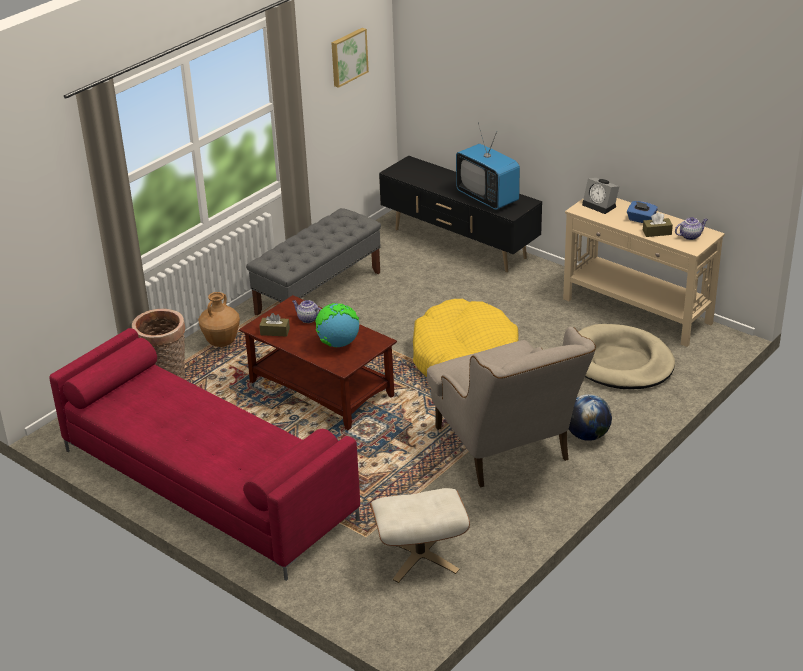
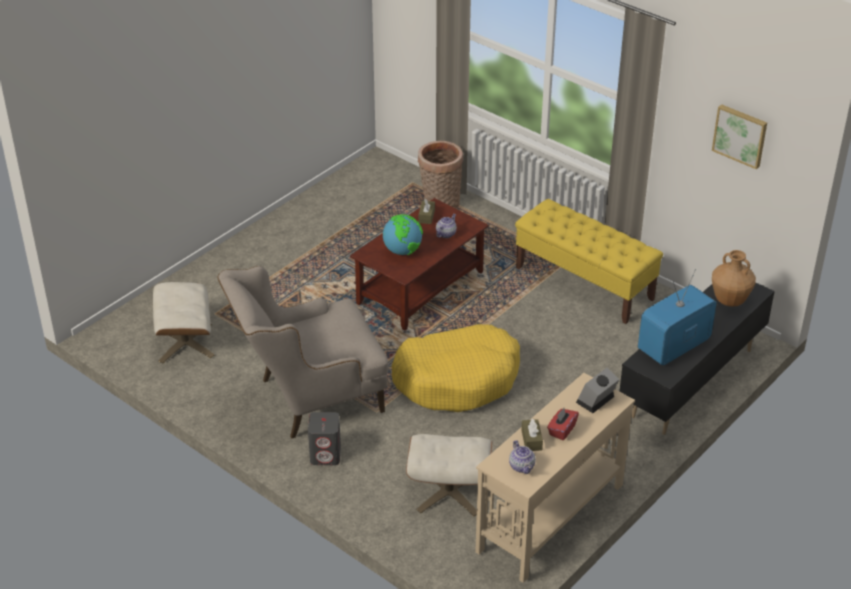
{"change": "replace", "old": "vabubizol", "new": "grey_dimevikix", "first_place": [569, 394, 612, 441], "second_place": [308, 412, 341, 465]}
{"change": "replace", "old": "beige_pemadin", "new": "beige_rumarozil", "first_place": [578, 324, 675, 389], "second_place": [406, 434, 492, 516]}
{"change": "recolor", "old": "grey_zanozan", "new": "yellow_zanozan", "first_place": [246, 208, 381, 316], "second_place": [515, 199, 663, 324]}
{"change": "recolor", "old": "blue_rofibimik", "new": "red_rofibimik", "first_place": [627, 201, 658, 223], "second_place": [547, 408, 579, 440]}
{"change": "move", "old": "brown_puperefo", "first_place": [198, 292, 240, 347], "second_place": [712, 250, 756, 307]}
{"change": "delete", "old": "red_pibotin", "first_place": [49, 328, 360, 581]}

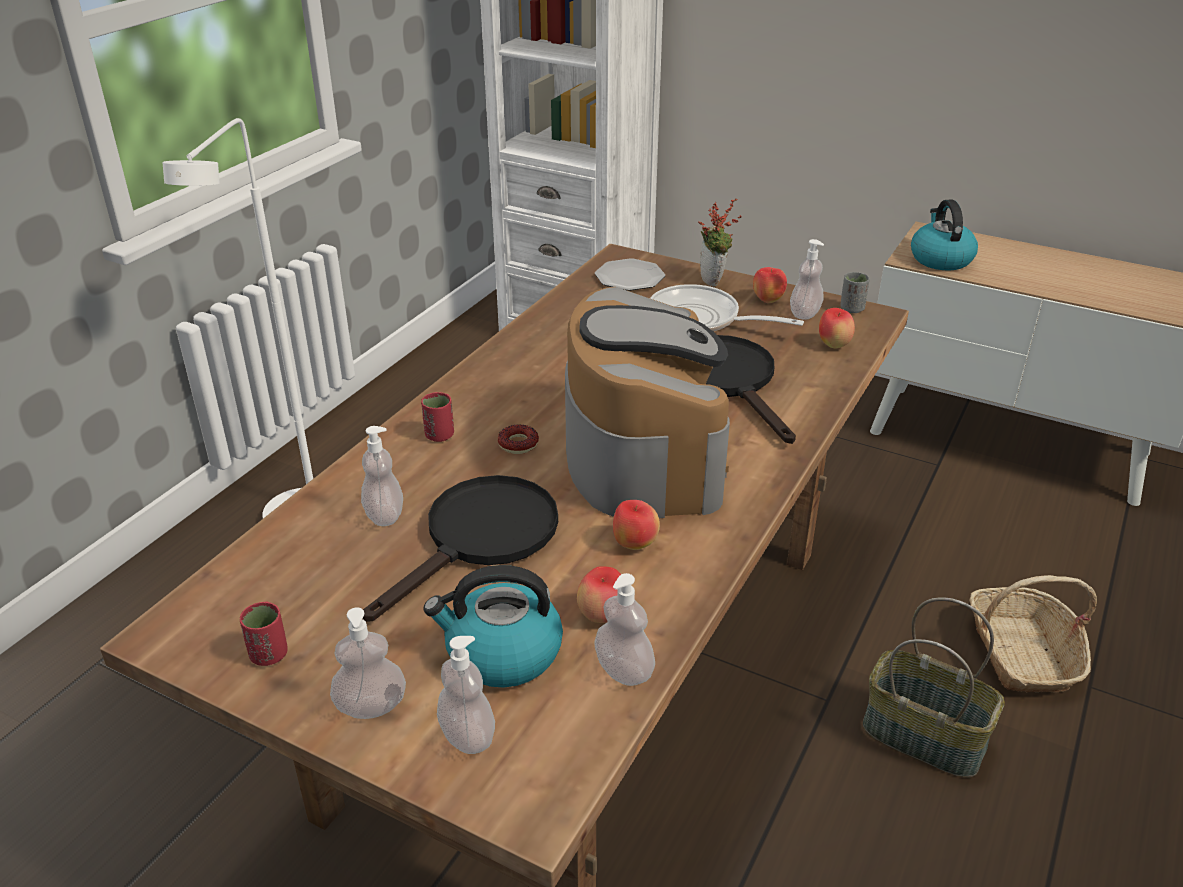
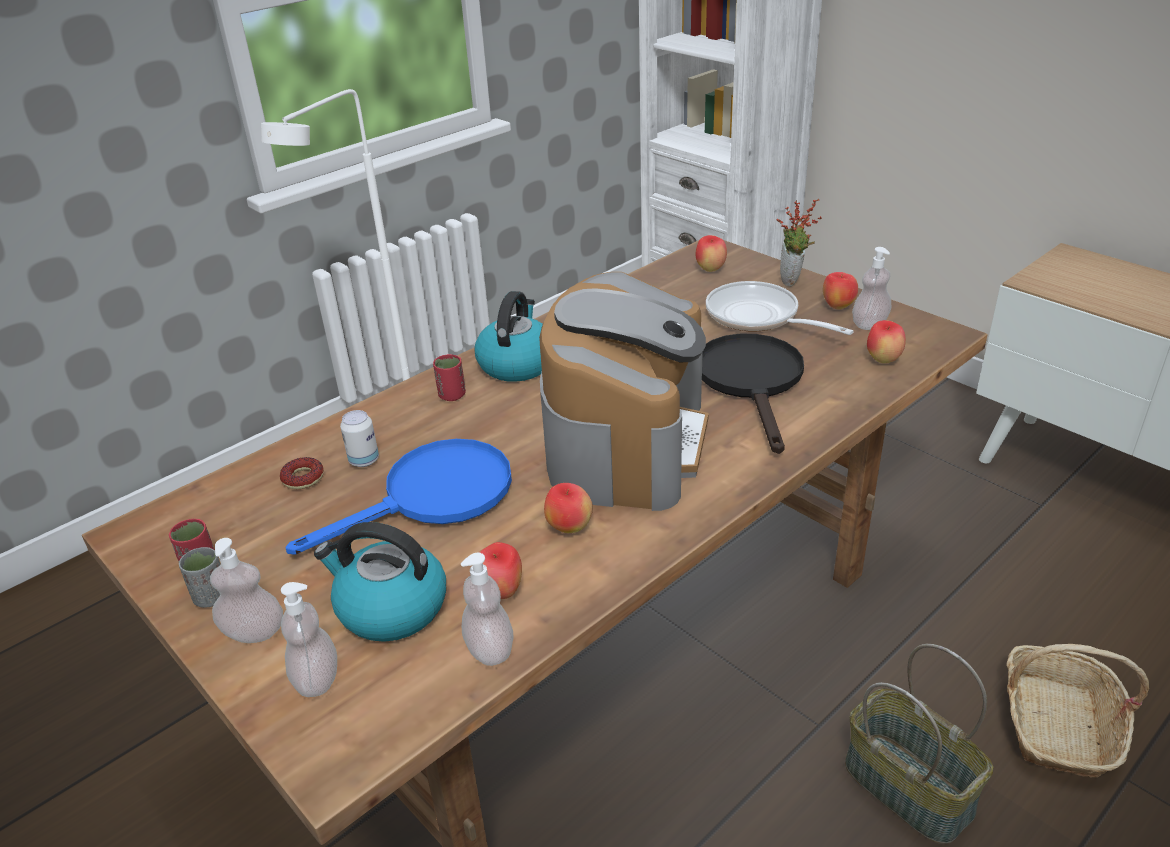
{"change": "move", "old": "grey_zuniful", "first_place": [841, 272, 870, 313], "second_place": [179, 547, 221, 608]}
{"change": "move", "old": "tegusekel", "first_place": [498, 425, 539, 454], "second_place": [280, 457, 324, 489]}
{"change": "recolor", "old": "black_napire", "new": "blue_napire", "first_place": [363, 475, 558, 622], "second_place": [286, 439, 512, 555]}
{"change": "replace", "old": "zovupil", "new": "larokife", "first_place": [361, 426, 403, 526], "second_place": [340, 410, 379, 467]}
{"change": "move", "old": "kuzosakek", "first_place": [911, 200, 978, 271], "second_place": [474, 291, 543, 382]}
{"change": "replace", "old": "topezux", "new": "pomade", "first_place": [595, 258, 665, 291], "second_place": [696, 235, 727, 272]}

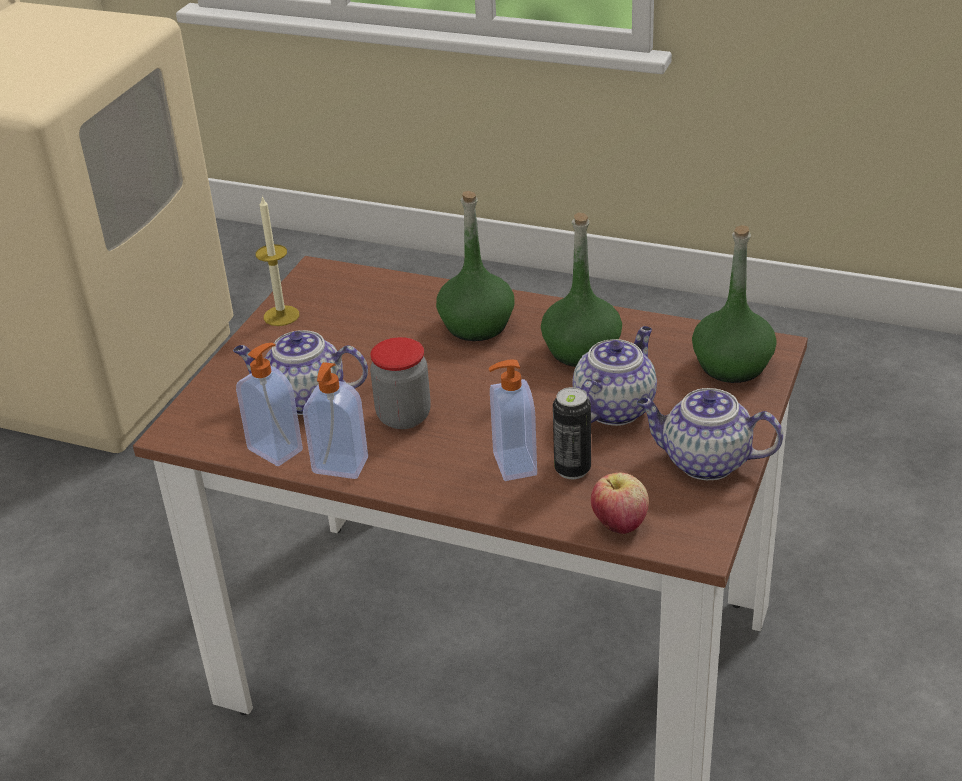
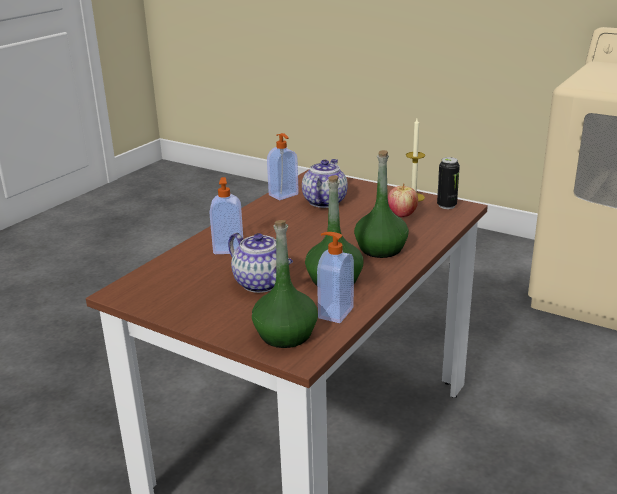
{"change": "move", "old": "zovupil", "first_place": [303, 362, 368, 479], "second_place": [317, 232, 354, 323]}
{"change": "move", "old": "pomade", "first_place": [591, 473, 649, 534], "second_place": [388, 183, 418, 217]}
{"change": "move", "old": "larokife", "first_place": [553, 387, 591, 479], "second_place": [437, 157, 460, 209]}
{"change": "delete", "old": "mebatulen", "first_place": [370, 337, 431, 429]}
{"change": "delete", "old": "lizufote", "first_place": [637, 388, 783, 480]}

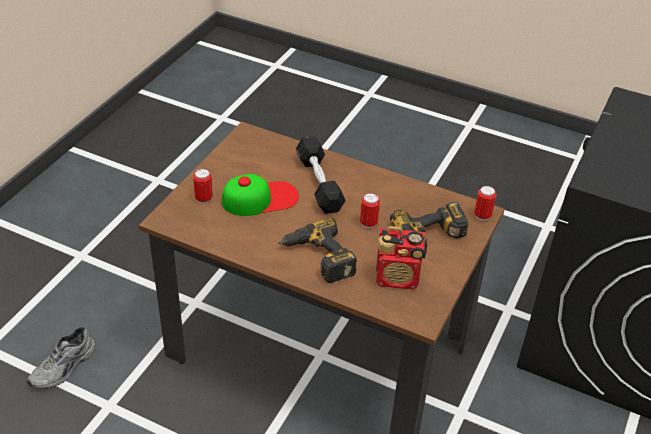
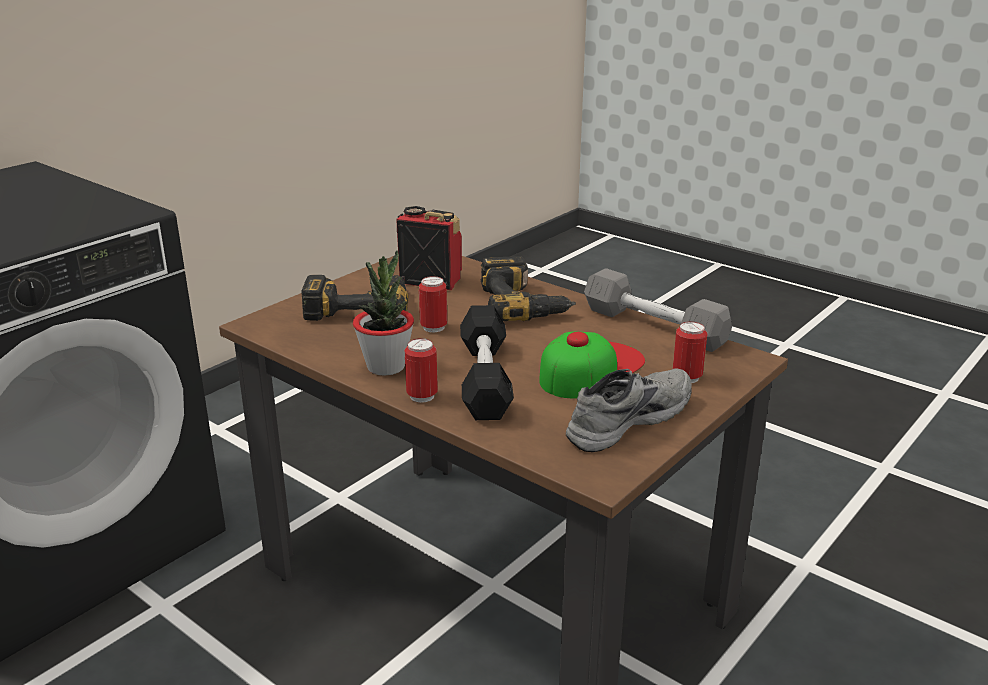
{"change": "insert", "new": "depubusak", "second_place": [353, 250, 414, 376]}
{"change": "move", "old": "larokife", "first_place": [474, 186, 496, 221], "second_place": [405, 338, 438, 403]}
{"change": "rotate", "old": "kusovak", "first_place": [222, 174, 299, 216], "second_place": [539, 332, 645, 398], "degrees": 135}
{"change": "move", "old": "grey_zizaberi", "first_place": [27, 327, 96, 389], "second_place": [566, 368, 692, 452]}
{"change": "insert", "new": "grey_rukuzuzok", "second_place": [584, 268, 732, 352]}

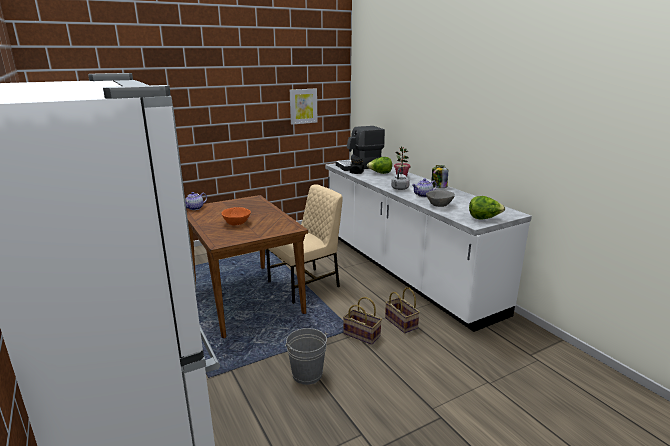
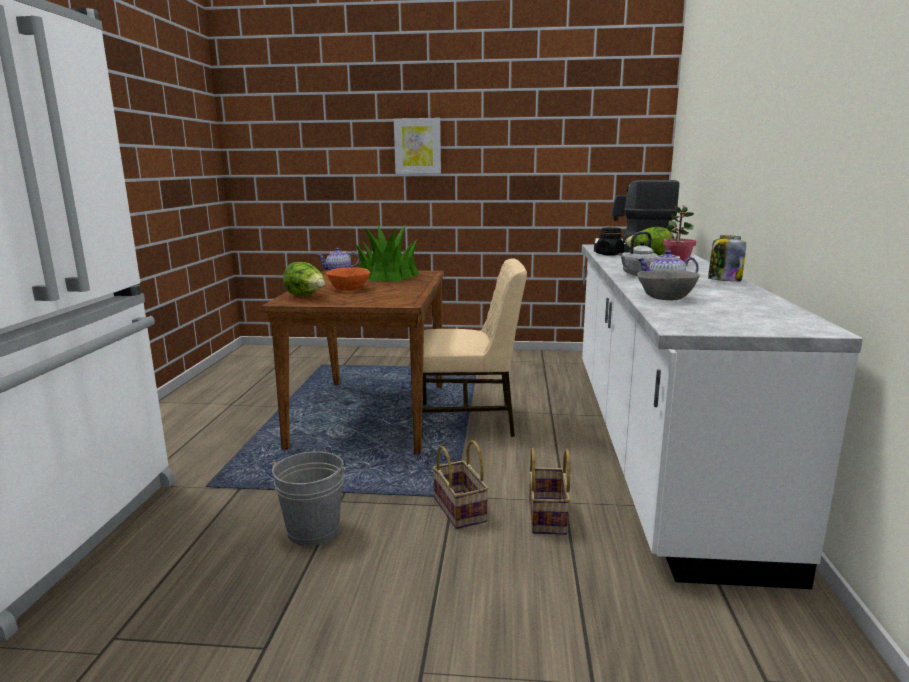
{"change": "move", "old": "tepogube", "first_place": [469, 196, 505, 220], "second_place": [283, 262, 325, 296]}
{"change": "insert", "new": "depubusak", "second_place": [355, 225, 419, 282]}
{"change": "move", "old": "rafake", "first_place": [290, 89, 317, 125], "second_place": [394, 118, 441, 174]}

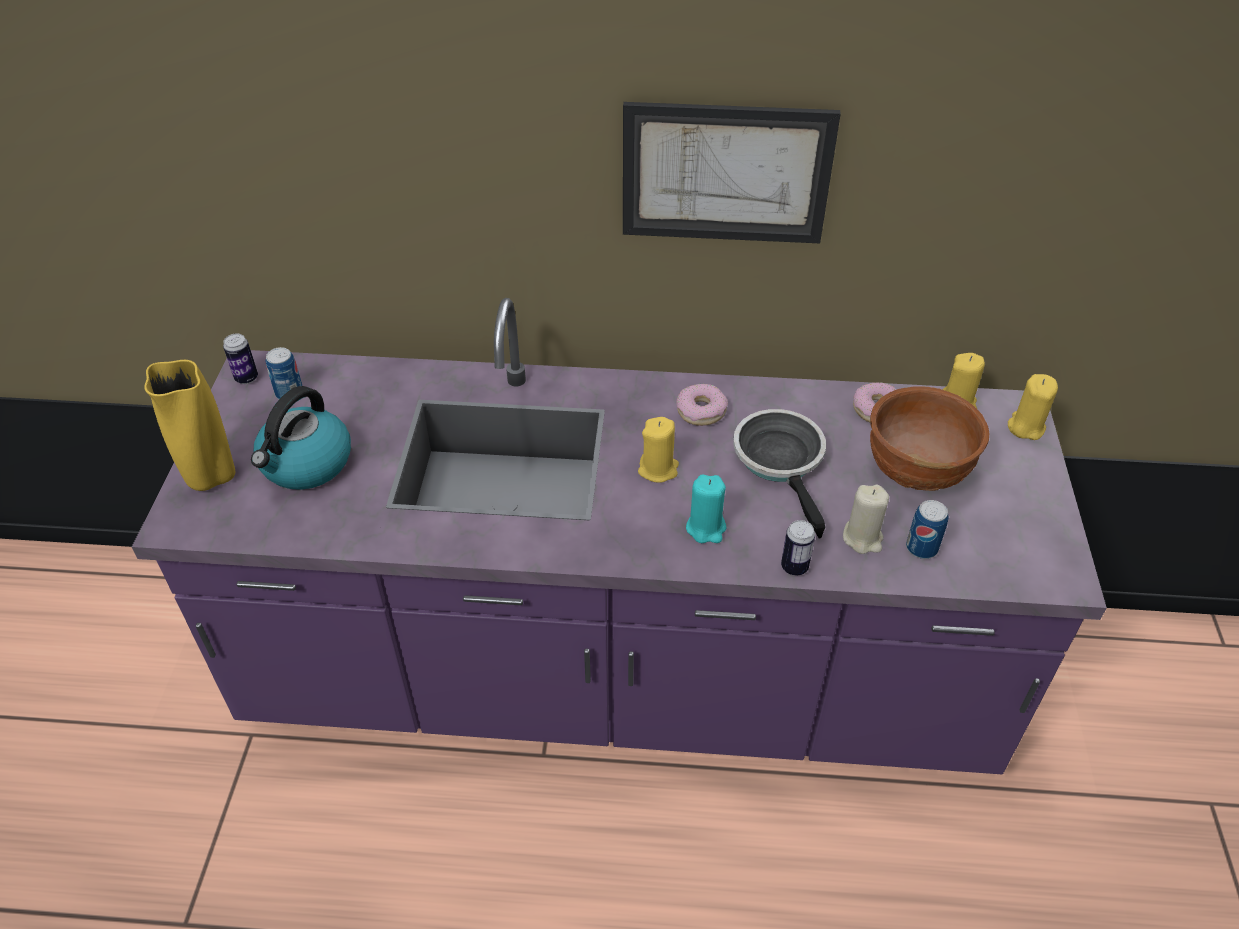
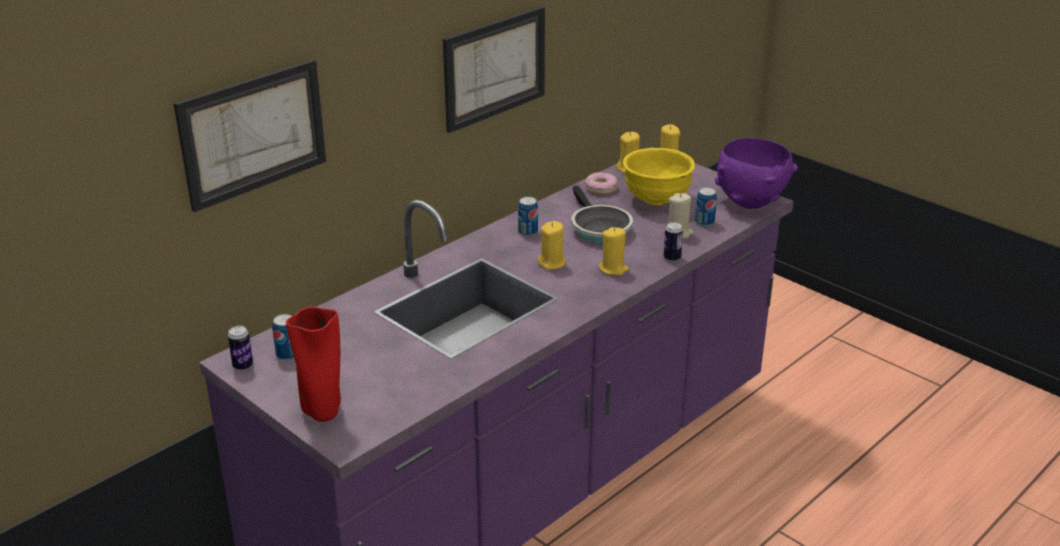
{"change": "insert", "new": "rafake", "second_place": [174, 59, 326, 212]}
{"change": "recolor", "old": "yellow_puperefo", "new": "red_puperefo", "first_place": [144, 360, 235, 491], "second_place": [286, 307, 341, 422]}
{"change": "replace", "old": "tegusekel", "new": "larokife", "first_place": [676, 384, 728, 426], "second_place": [518, 197, 538, 236]}
{"change": "rotate", "old": "napire", "first_place": [733, 409, 826, 538], "second_place": [571, 186, 633, 244], "degrees": -135}
{"change": "recolor", "old": "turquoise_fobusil", "new": "yellow_fobusil", "first_place": [686, 474, 726, 543], "second_place": [599, 227, 629, 275]}
{"change": "recolor", "old": "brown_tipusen", "new": "yellow_tipusen", "first_place": [870, 386, 989, 491], "second_place": [623, 148, 695, 205]}
{"change": "insert", "new": "purple_tipusen", "second_place": [715, 138, 798, 209]}
{"change": "delete", "old": "kuzosakek", "first_place": [251, 386, 351, 490]}

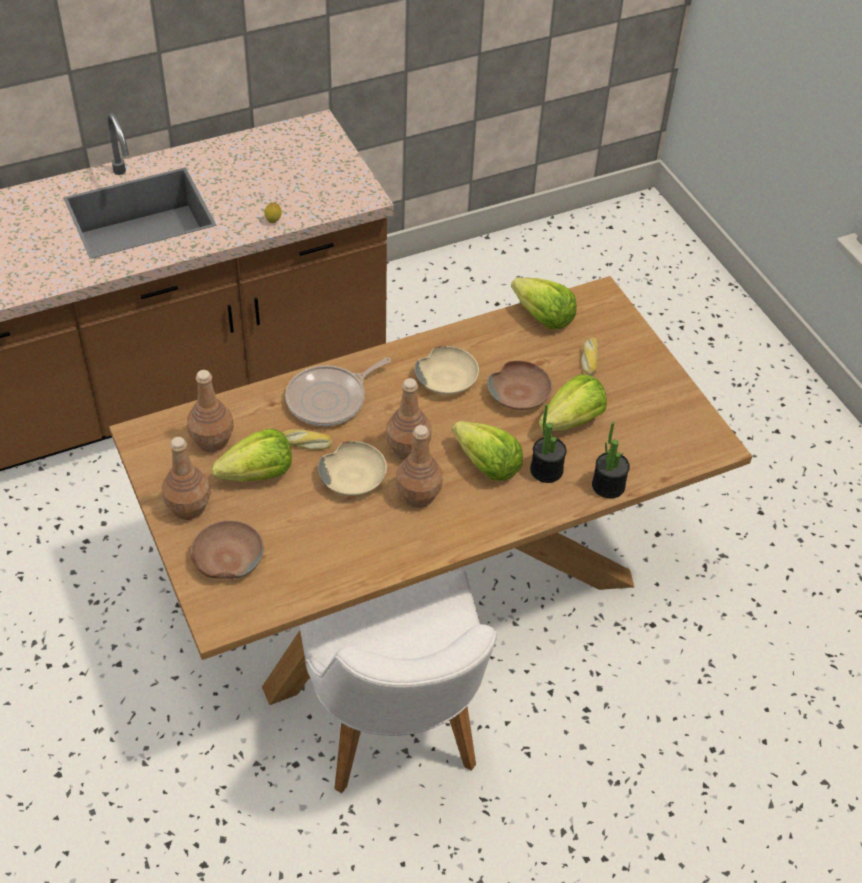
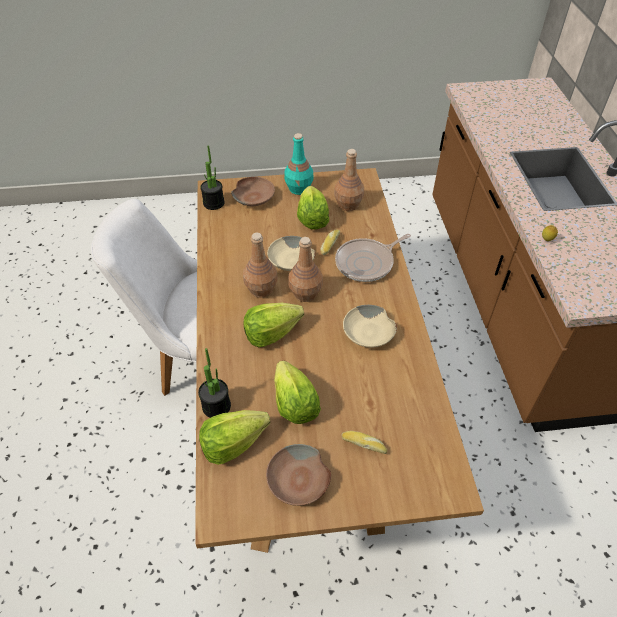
{"change": "move", "old": "tepogube", "first_place": [511, 278, 577, 329], "second_place": [199, 410, 270, 465]}
{"change": "move", "old": "depubusak", "first_place": [530, 404, 567, 483], "second_place": [200, 146, 225, 210]}
{"change": "move", "old": "brown_tipusen", "first_place": [487, 361, 552, 410], "second_place": [266, 444, 331, 506]}
{"change": "recolor", "old": "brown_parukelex", "new": "turquoise_parukelex", "first_place": [162, 437, 211, 520], "second_place": [284, 133, 314, 195]}
{"change": "rotate", "old": "napire", "first_place": [285, 358, 391, 426], "second_place": [335, 234, 411, 282], "degrees": -105}

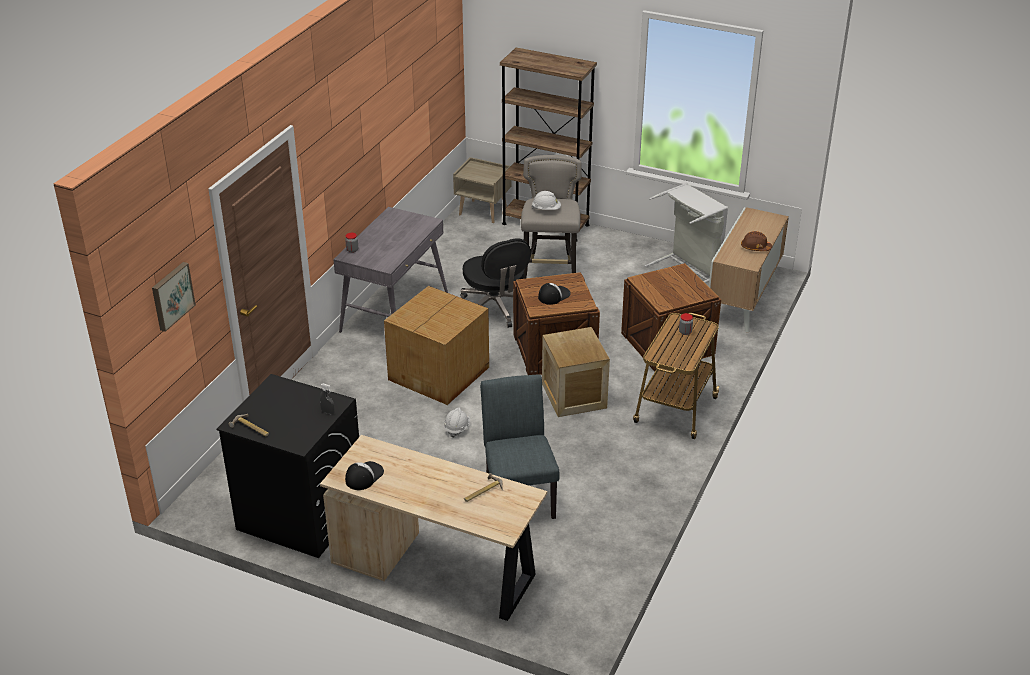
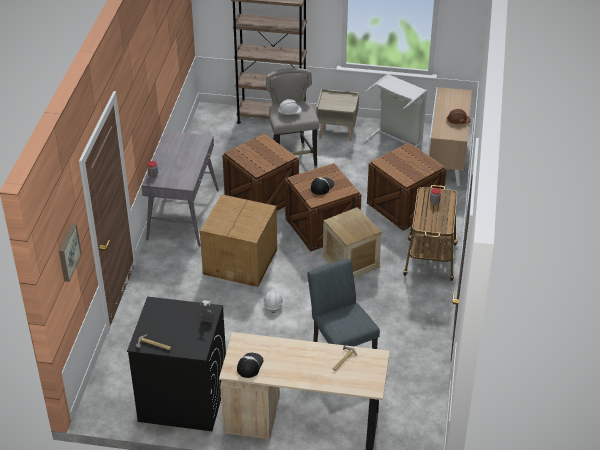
{"change": "replace", "old": "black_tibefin", "new": "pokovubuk", "first_place": [460, 238, 531, 328], "second_place": [222, 133, 299, 211]}
{"change": "move", "old": "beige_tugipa", "first_place": [453, 157, 511, 223], "second_place": [316, 89, 359, 142]}

